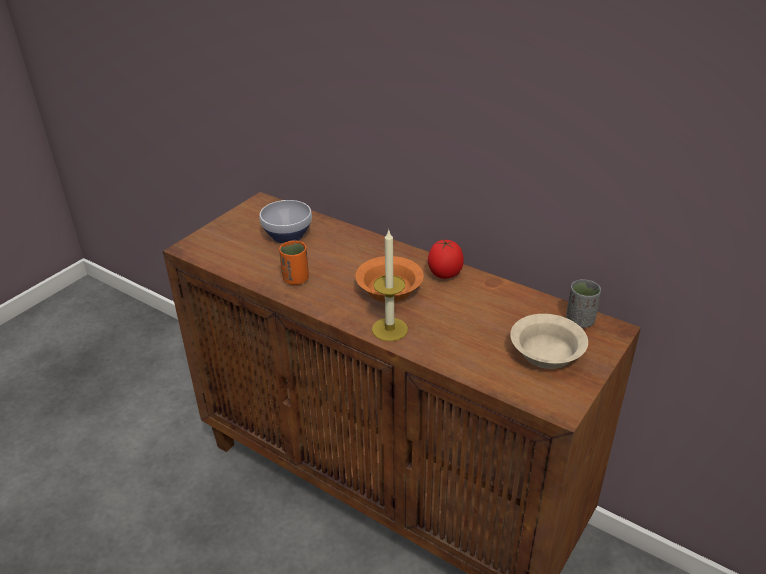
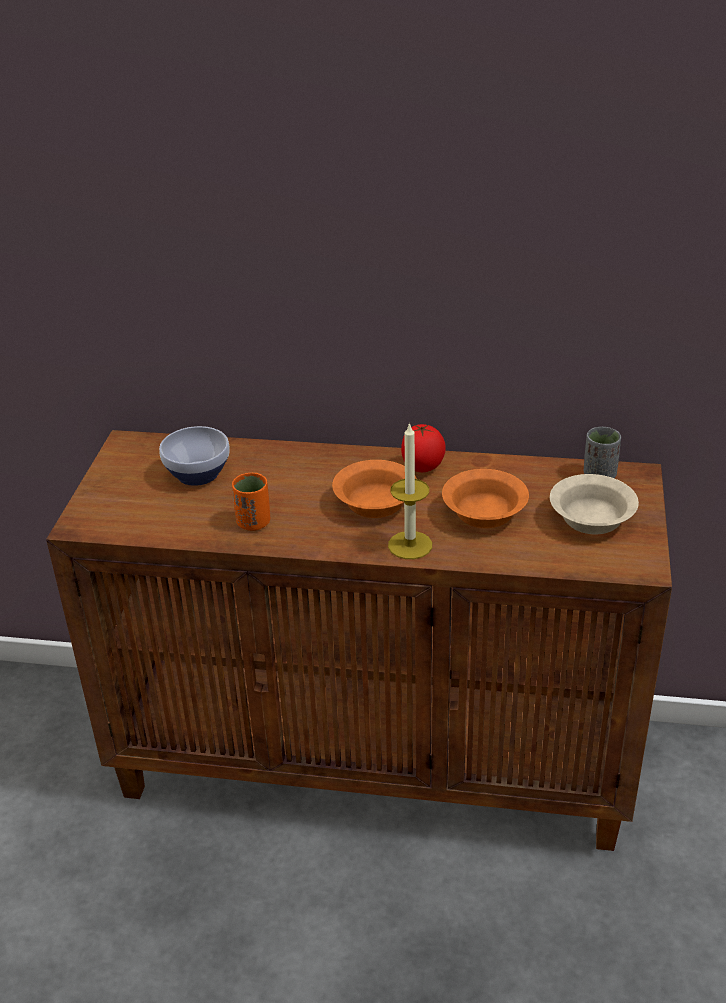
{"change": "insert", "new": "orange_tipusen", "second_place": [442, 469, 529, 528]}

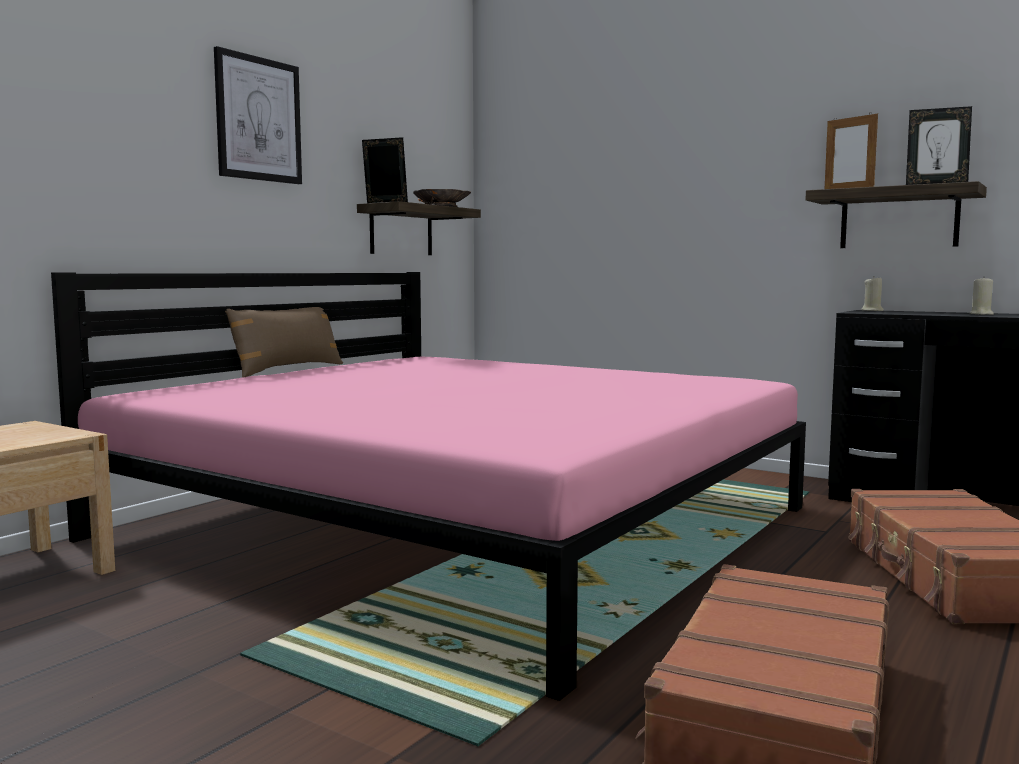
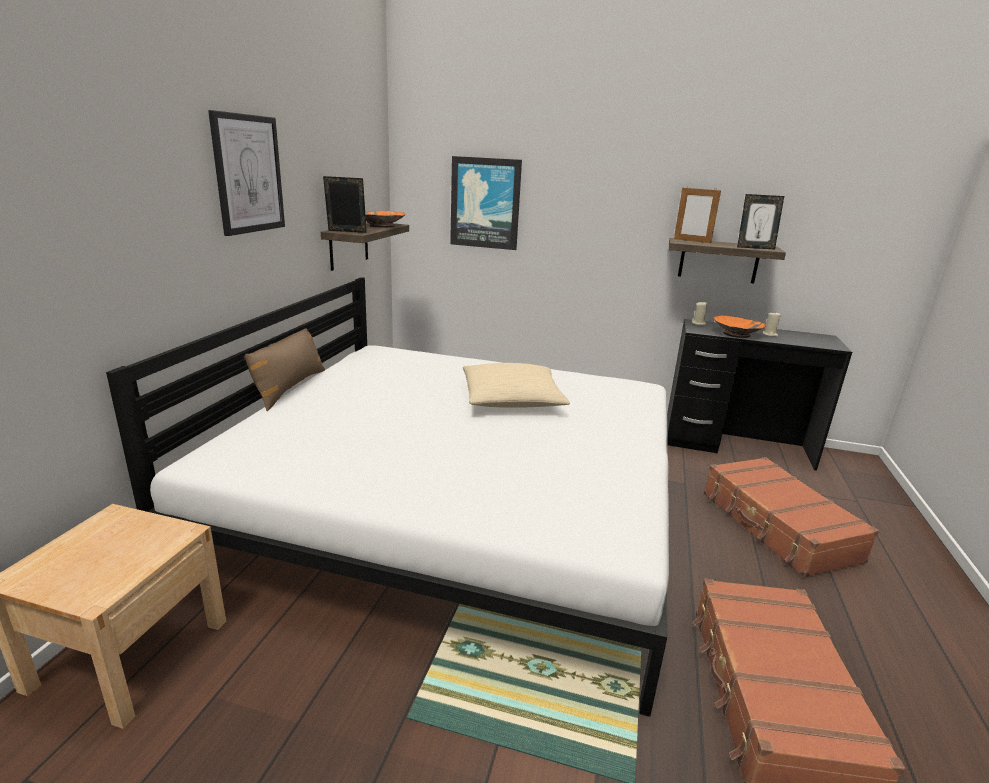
{"change": "recolor", "old": "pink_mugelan", "new": "white_mugelan", "first_place": [51, 272, 806, 701], "second_place": [106, 277, 669, 717]}
{"change": "insert", "new": "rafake", "second_place": [450, 156, 522, 250]}
{"change": "insert", "new": "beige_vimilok", "second_place": [463, 363, 570, 408]}
{"change": "insert", "new": "orange_tipusen", "second_place": [714, 315, 766, 338]}

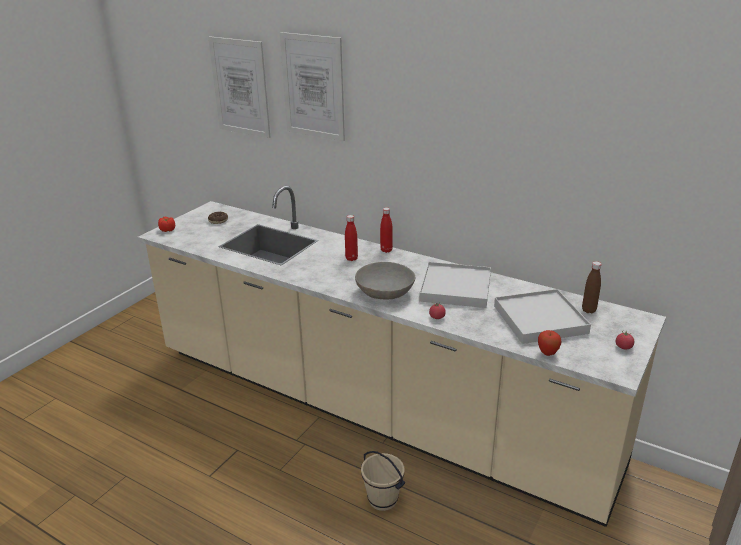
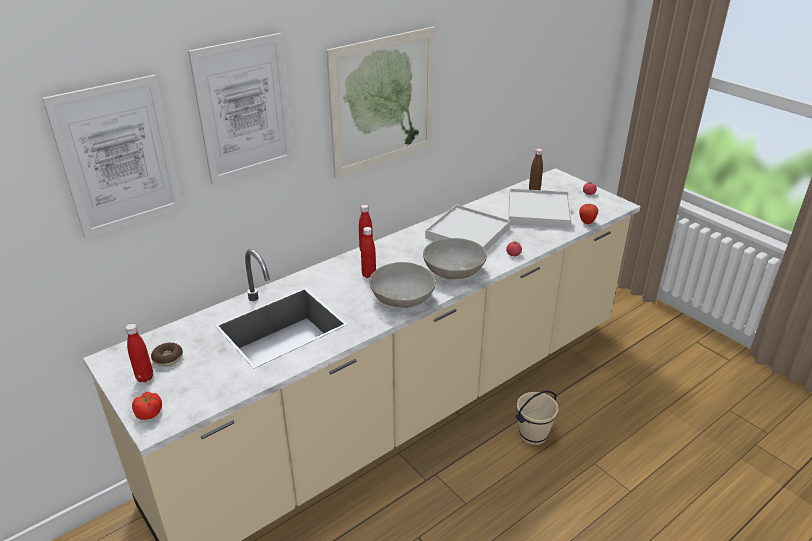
{"change": "insert", "new": "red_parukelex", "second_place": [125, 324, 153, 382]}
{"change": "insert", "new": "rafake", "second_place": [326, 26, 436, 178]}
{"change": "insert", "new": "grey_tipusen", "second_place": [369, 262, 436, 308]}

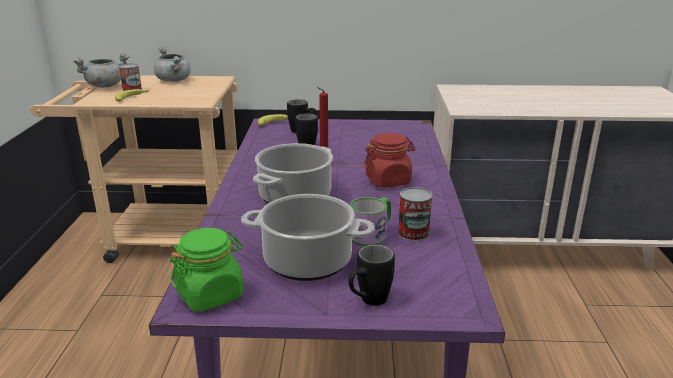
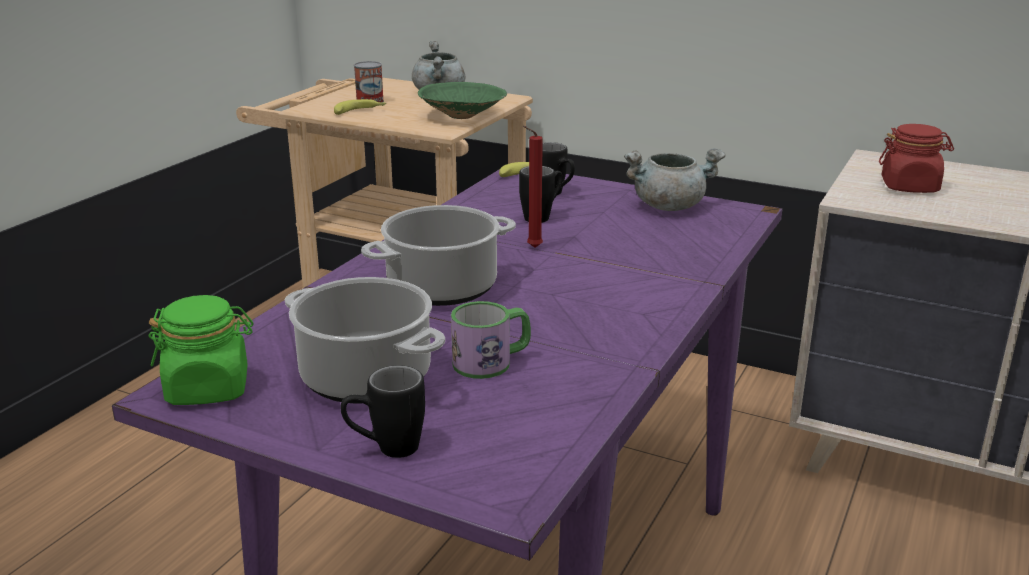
{"change": "insert", "new": "green_tipusen", "second_place": [418, 82, 507, 119]}
{"change": "move", "old": "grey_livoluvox", "first_place": [73, 53, 130, 88], "second_place": [624, 148, 726, 211]}
{"change": "move", "old": "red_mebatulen", "first_place": [364, 133, 415, 187], "second_place": [879, 124, 954, 193]}
{"change": "delete", "old": "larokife", "first_place": [398, 187, 433, 241]}

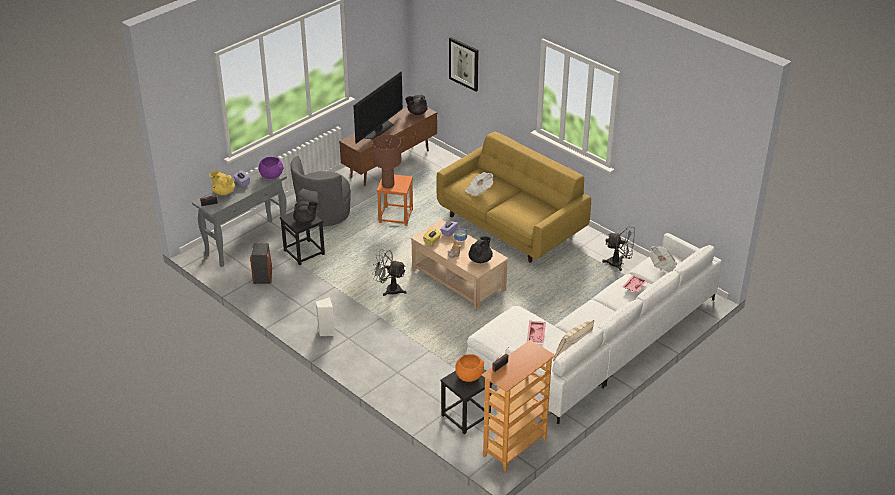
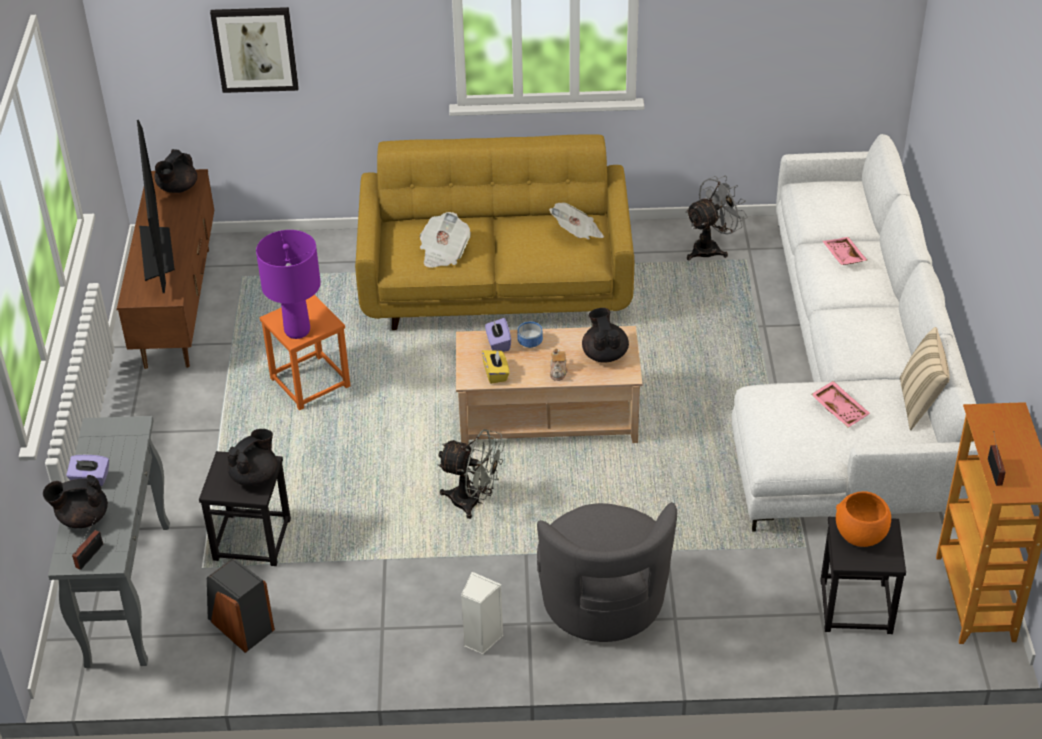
{"change": "recolor", "old": "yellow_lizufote", "new": "black_lizufote", "first_place": [209, 171, 235, 195], "second_place": [43, 475, 108, 528]}
{"change": "recolor", "old": "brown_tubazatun", "new": "purple_tubazatun", "first_place": [372, 134, 401, 189], "second_place": [256, 230, 321, 339]}
{"change": "rotate", "old": "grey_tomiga", "first_place": [373, 249, 406, 296], "second_place": [438, 429, 505, 519], "degrees": -135}
{"change": "move", "old": "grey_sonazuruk", "first_place": [290, 156, 351, 226], "second_place": [537, 502, 677, 642]}
{"change": "move", "old": "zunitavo", "first_place": [649, 246, 677, 273], "second_place": [549, 203, 604, 239]}
{"change": "delete", "old": "purple_tipusen", "first_place": [259, 157, 284, 179]}

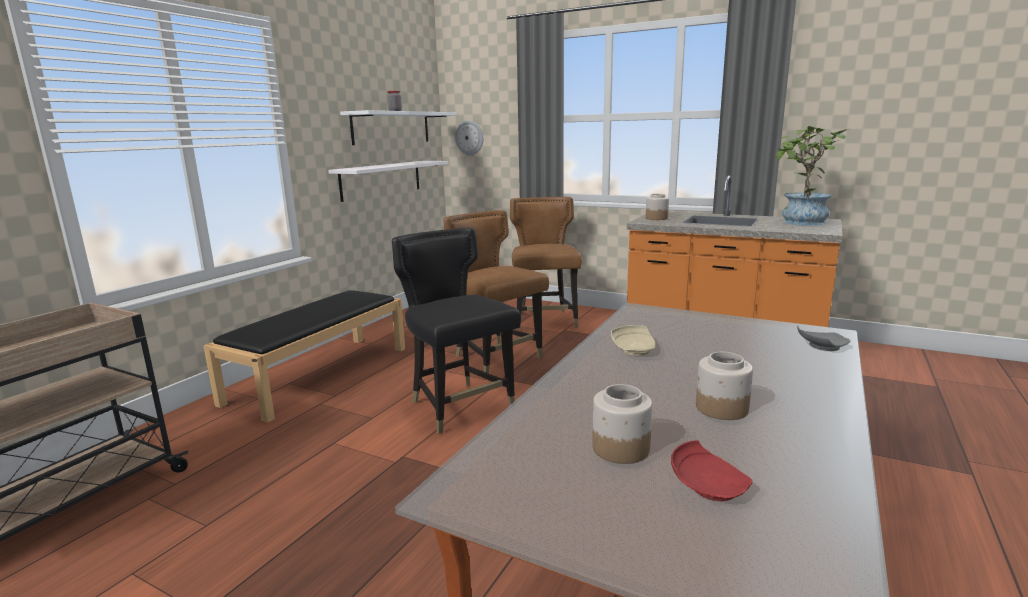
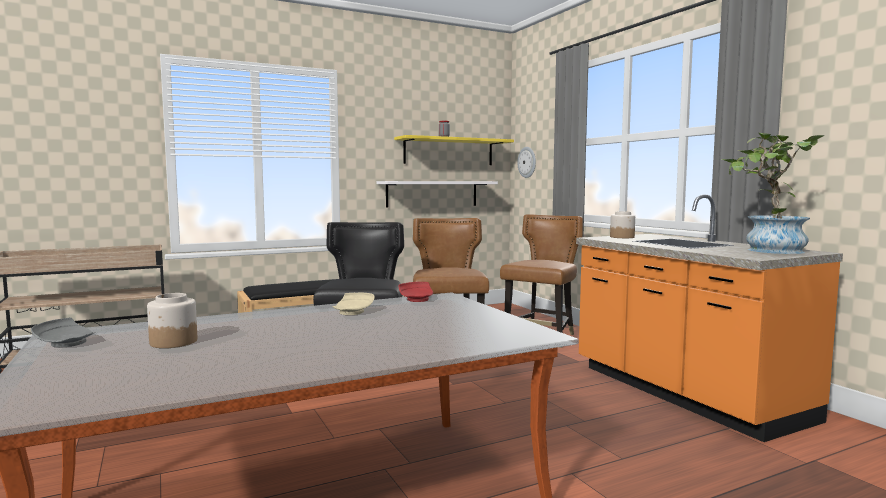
{"change": "move", "old": "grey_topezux", "first_place": [797, 326, 850, 351], "second_place": [31, 318, 93, 348]}
{"change": "recolor", "old": "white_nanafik", "new": "yellow_nanafik", "first_place": [340, 110, 457, 145], "second_place": [394, 135, 514, 165]}
{"change": "move", "old": "red_topezux", "first_place": [671, 440, 753, 501], "second_place": [399, 282, 433, 302]}
{"change": "delete", "old": "mebatulen", "first_place": [696, 352, 753, 420]}

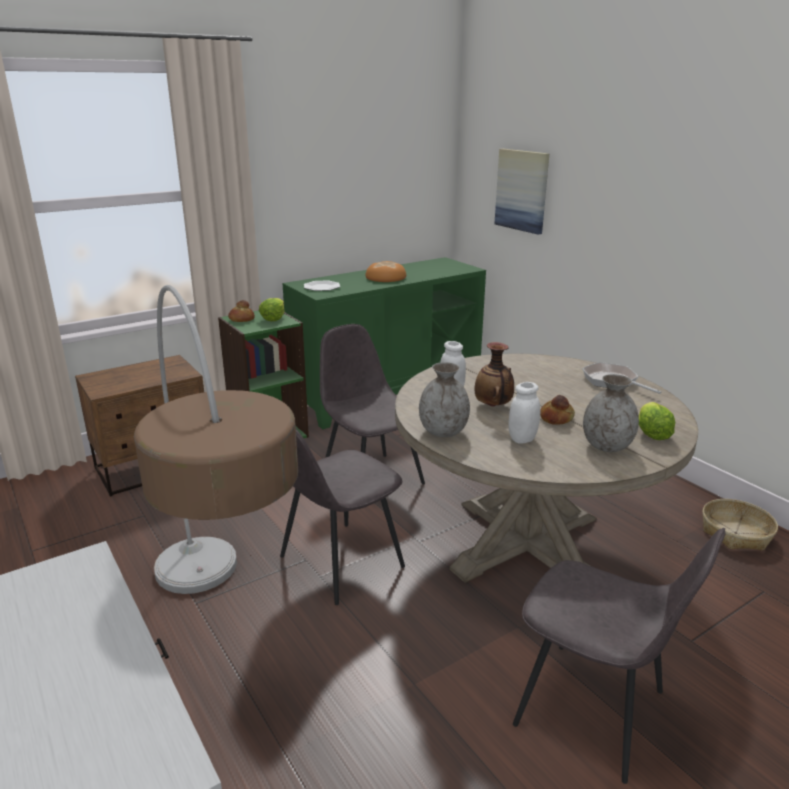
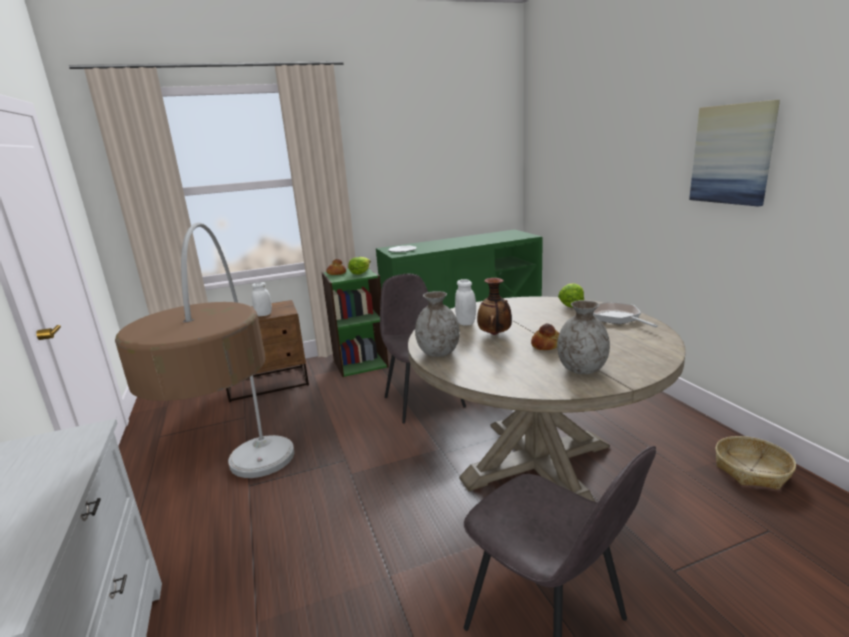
{"change": "move", "old": "white_mebatulen", "first_place": [508, 382, 540, 444], "second_place": [252, 282, 272, 316]}
{"change": "move", "old": "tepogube", "first_place": [639, 402, 675, 440], "second_place": [558, 283, 584, 308]}
{"change": "move", "old": "rafake", "first_place": [494, 149, 549, 235], "second_place": [689, 100, 780, 206]}
{"change": "delete", "old": "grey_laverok", "first_place": [280, 429, 405, 605]}
{"change": "delete", "old": "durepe", "first_place": [365, 261, 406, 282]}

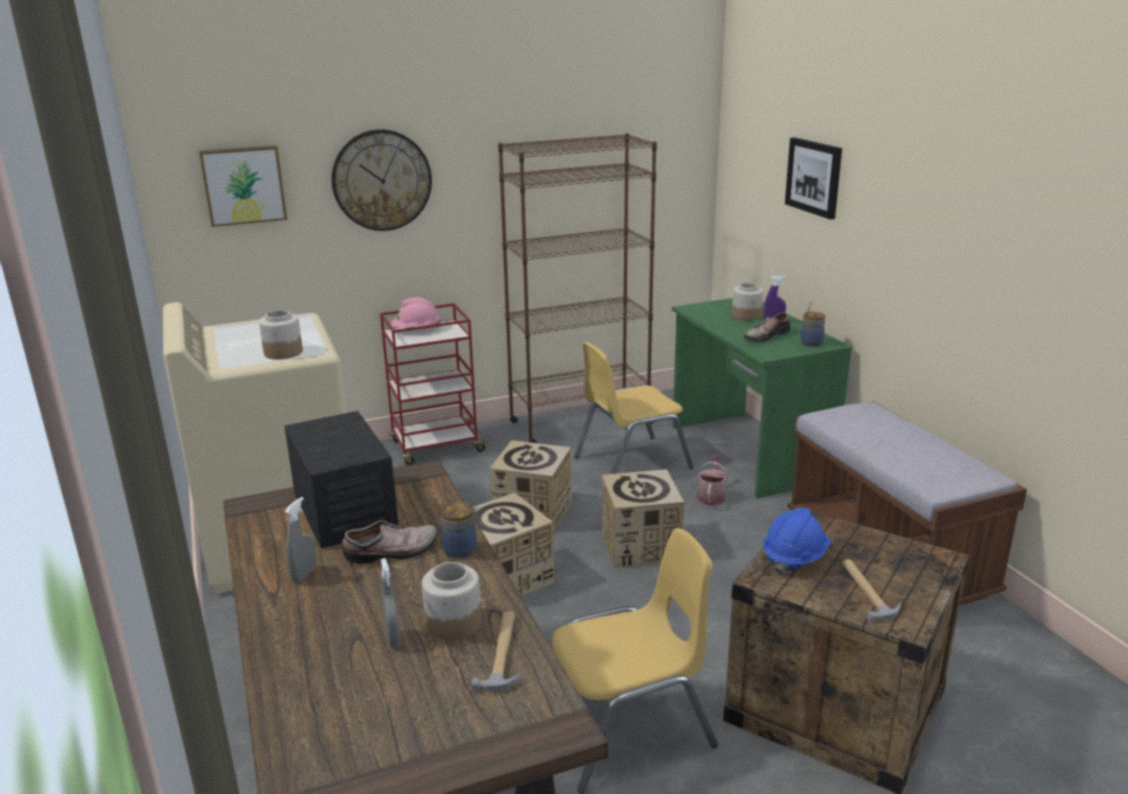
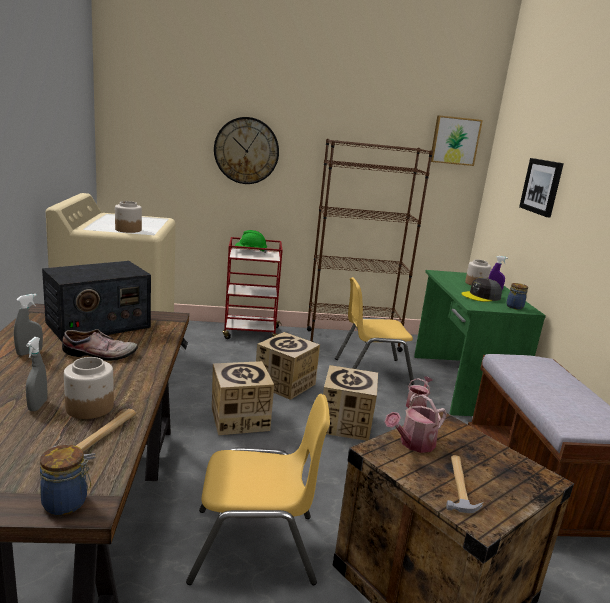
{"change": "move", "old": "mebatulen", "first_place": [441, 502, 481, 558], "second_place": [40, 445, 91, 515]}
{"change": "rotate", "old": "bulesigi", "first_place": [284, 411, 399, 549], "second_place": [42, 261, 151, 341], "degrees": 60}
{"change": "recolor", "old": "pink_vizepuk", "new": "green_vizepuk", "first_place": [391, 297, 441, 328], "second_place": [235, 230, 268, 253]}
{"change": "replace", "old": "blue_vizepuk", "new": "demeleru", "first_place": [763, 508, 830, 575], "second_place": [385, 394, 447, 453]}
{"change": "move", "old": "rafake", "first_place": [199, 145, 287, 227], "second_place": [431, 115, 483, 166]}
{"change": "replace", "old": "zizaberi", "new": "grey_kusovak", "first_place": [744, 312, 790, 342], "second_place": [461, 278, 502, 302]}

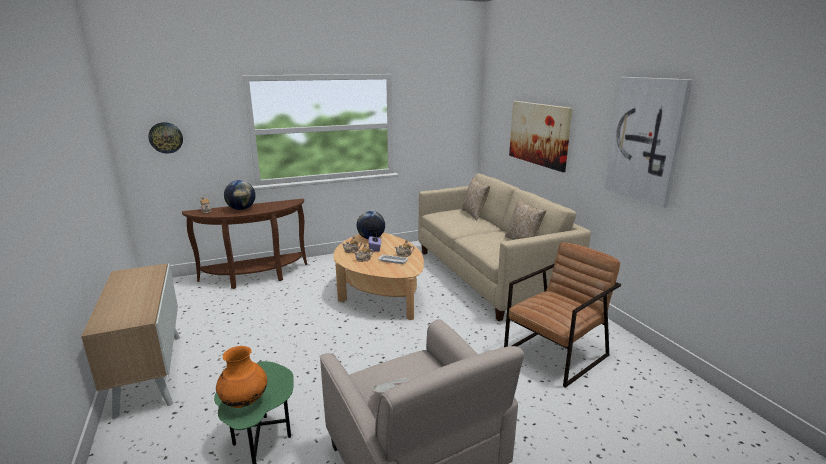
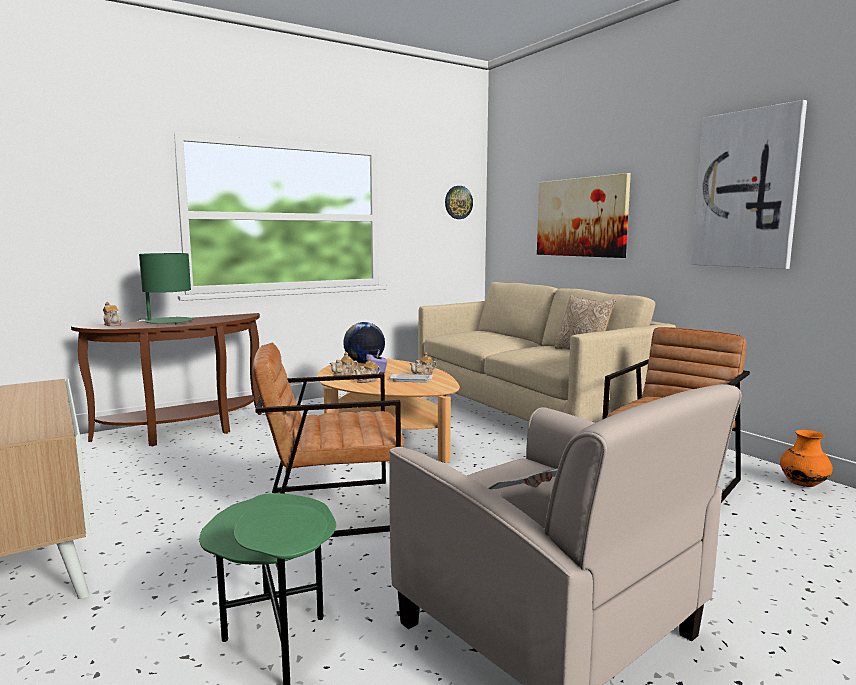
{"change": "replace", "old": "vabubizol", "new": "green_tubazatun", "first_place": [224, 180, 255, 210], "second_place": [139, 253, 193, 325]}
{"change": "insert", "new": "brown_sonazuruk", "second_place": [253, 342, 404, 537]}
{"change": "move", "old": "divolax", "first_place": [148, 122, 183, 154], "second_place": [445, 186, 473, 219]}
{"change": "move", "old": "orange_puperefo", "first_place": [216, 346, 267, 408], "second_place": [780, 430, 833, 487]}
{"change": "delete", "old": "vimilok", "first_place": [462, 178, 490, 221]}

